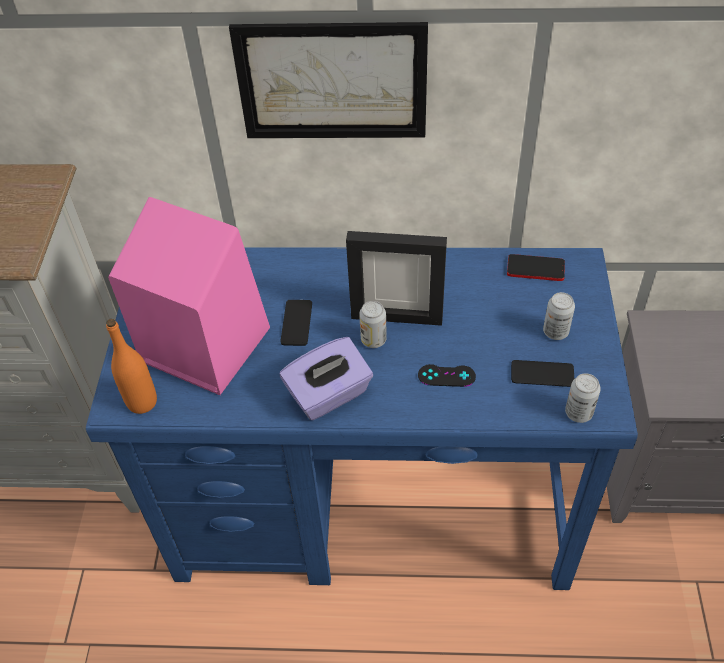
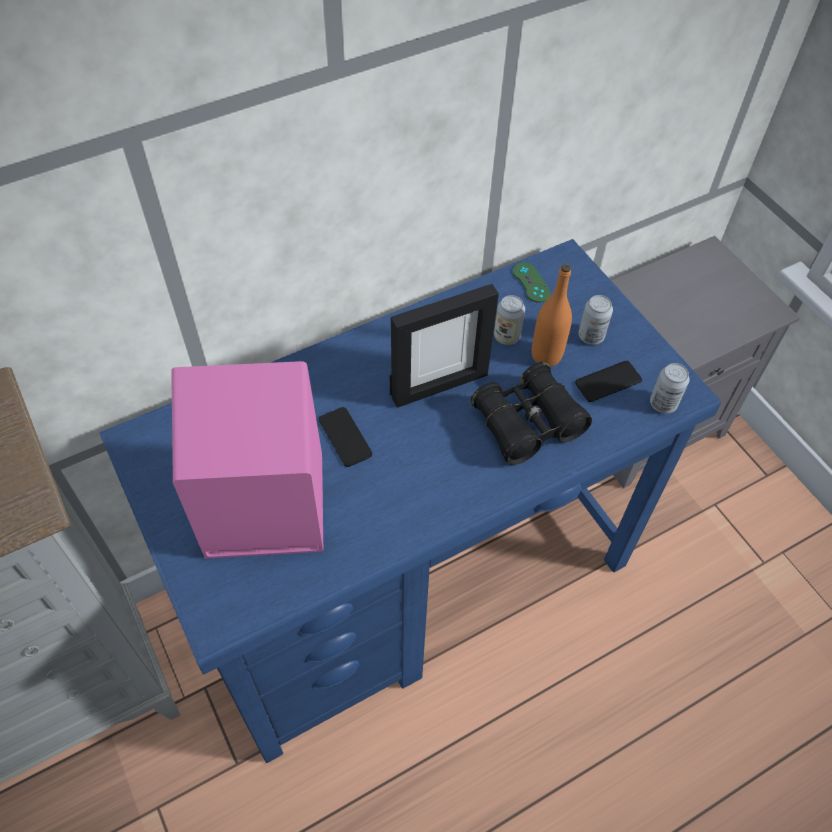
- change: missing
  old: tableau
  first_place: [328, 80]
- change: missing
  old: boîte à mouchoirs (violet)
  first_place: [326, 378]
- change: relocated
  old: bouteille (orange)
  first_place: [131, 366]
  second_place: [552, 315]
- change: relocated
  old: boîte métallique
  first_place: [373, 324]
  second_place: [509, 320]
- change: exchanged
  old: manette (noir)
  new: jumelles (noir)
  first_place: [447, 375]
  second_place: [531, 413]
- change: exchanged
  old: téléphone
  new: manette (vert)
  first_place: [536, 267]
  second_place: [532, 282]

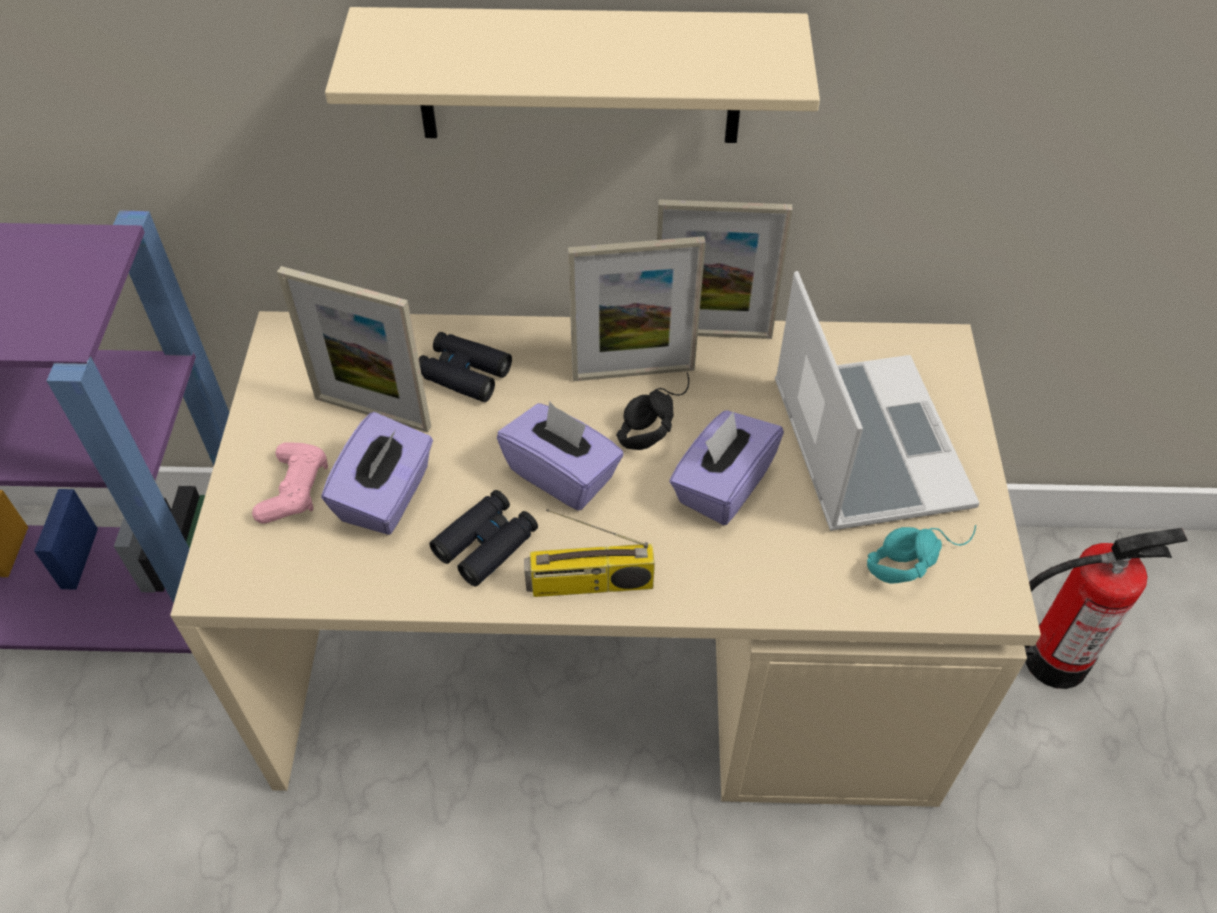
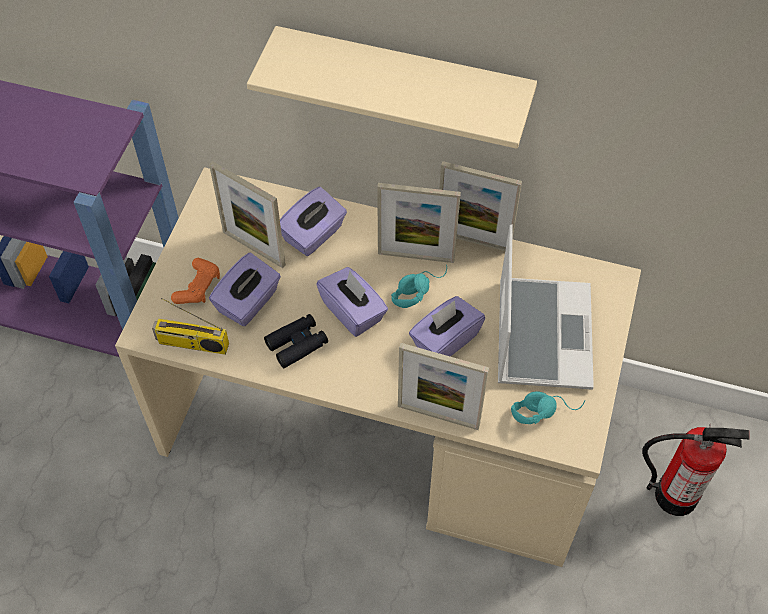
- change: appeared
  new: cadre photo
  second_place: [443, 386]
- change: relocated
  old: radio
  first_place: [589, 553]
  second_place: [190, 326]
- change: exchanged
  old: jumelles (noir)
  new: boîte à mouchoirs (violet)
  first_place: [465, 367]
  second_place: [313, 221]
- change: colour
  old: manette (rose)
  new: manette (orange)
  first_place: [290, 483]
  second_place: [195, 281]
- change: colour
  old: casque audio (noir)
  new: casque audio (turquoise)
  first_place: [652, 411]
  second_place: [419, 286]

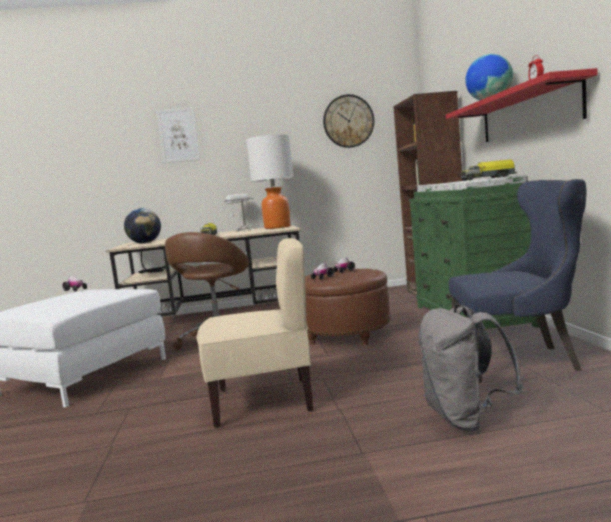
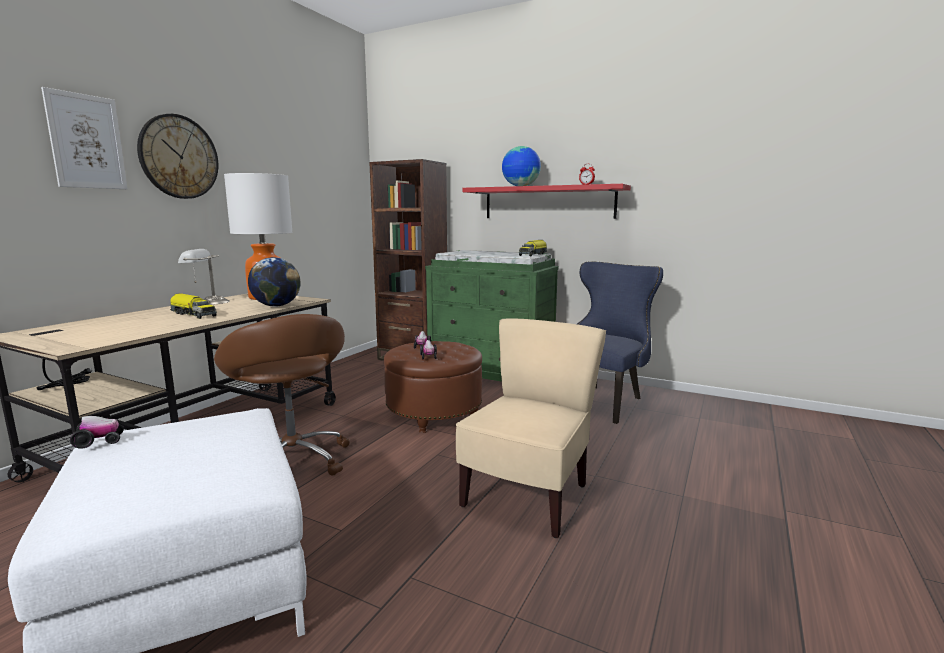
- change: missing
  old: sac à dos (gris)
  first_place: [471, 367]
- change: relocated
  old: globe
  first_place: [142, 226]
  second_place: [274, 282]
- change: relocated
  old: horloge murale
  first_place: [348, 121]
  second_place: [177, 156]

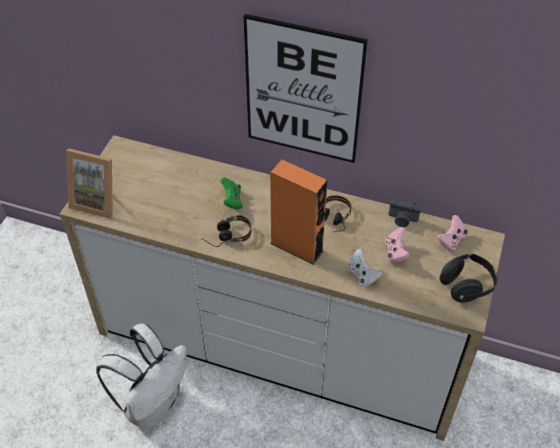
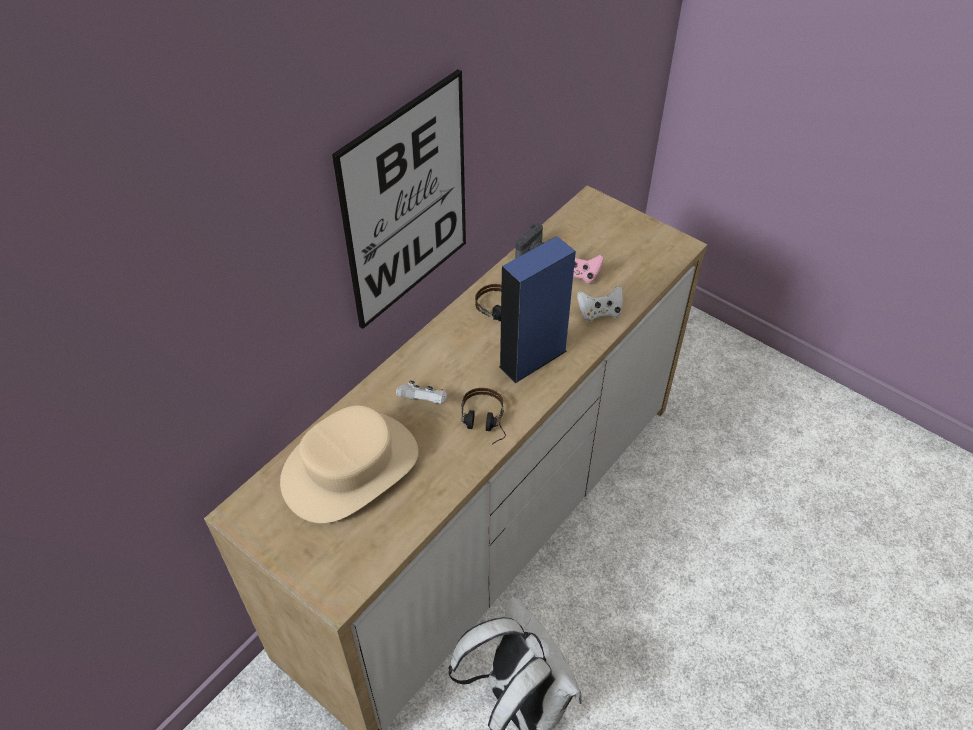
- change: missing
  old: cadre photo
  first_place: [89, 183]
- change: missing
  old: manette (rose)
  first_place: [452, 233]
- change: missing
  old: casque audio (noir)
  first_place: [468, 278]
- change: appeared
  new: chapeau (beige)
  second_place: [349, 464]
- change: colour
  old: manette (vert)
  new: manette (blanc)
  first_place: [232, 193]
  second_place: [421, 392]
- change: colour
  old: enceinte (orange)
  new: enceinte (bleu)
  first_place: [298, 212]
  second_place: [537, 309]

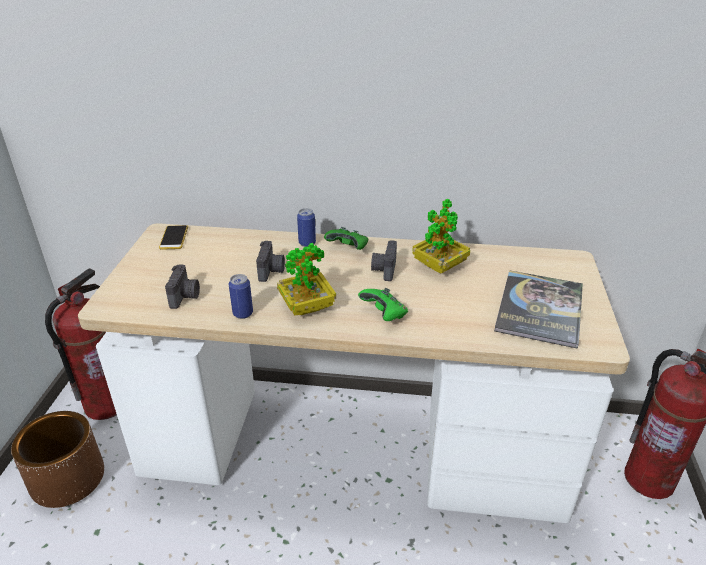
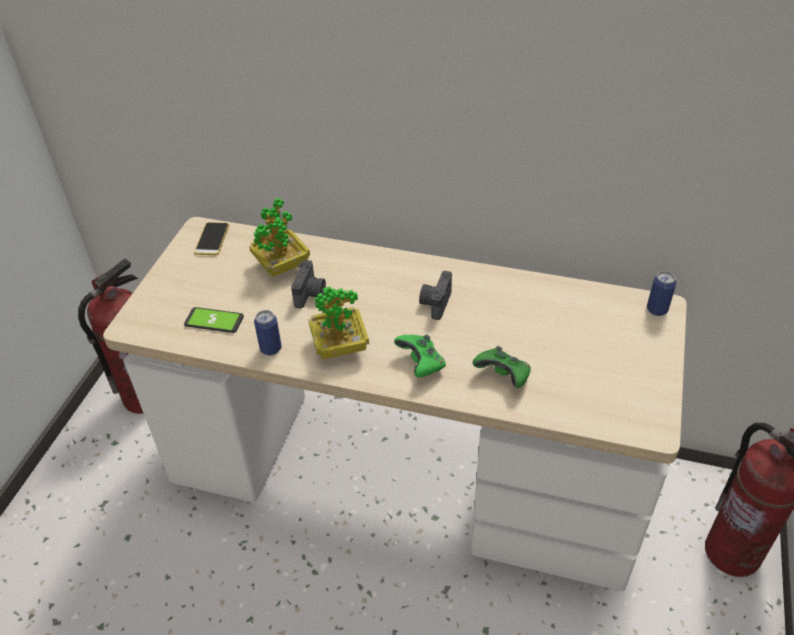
- change: missing
  old: cache-pot (marron)
  first_place: [57, 459]
- change: missing
  old: livre
  first_place: [538, 309]
- change: relocated
  old: boîte métallique
  first_place: [306, 227]
  second_place: [661, 293]
- change: relocated
  old: manette (vert)
  first_place: [346, 238]
  second_place: [502, 367]
- change: relocated
  old: plante en pot
  first_place: [441, 236]
  second_place: [279, 237]
- change: exchanged
  old: appareil photo
  new: téléphone
  first_place: [182, 287]
  second_place: [214, 320]

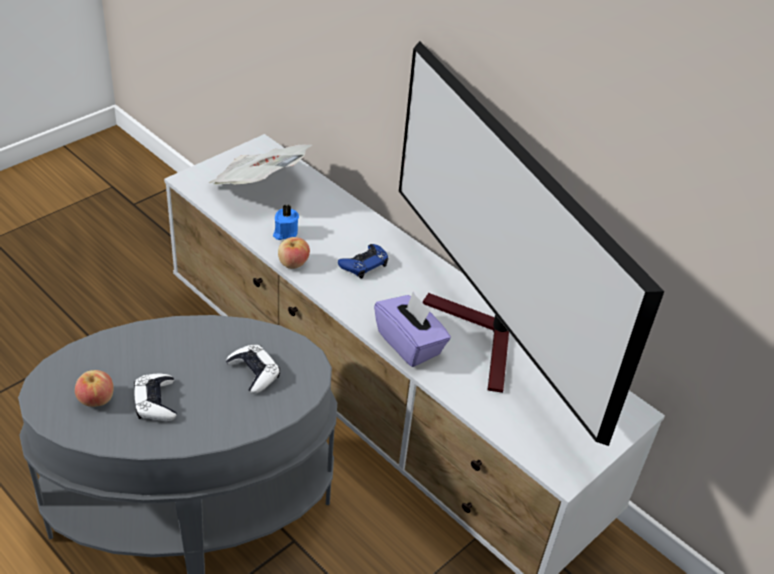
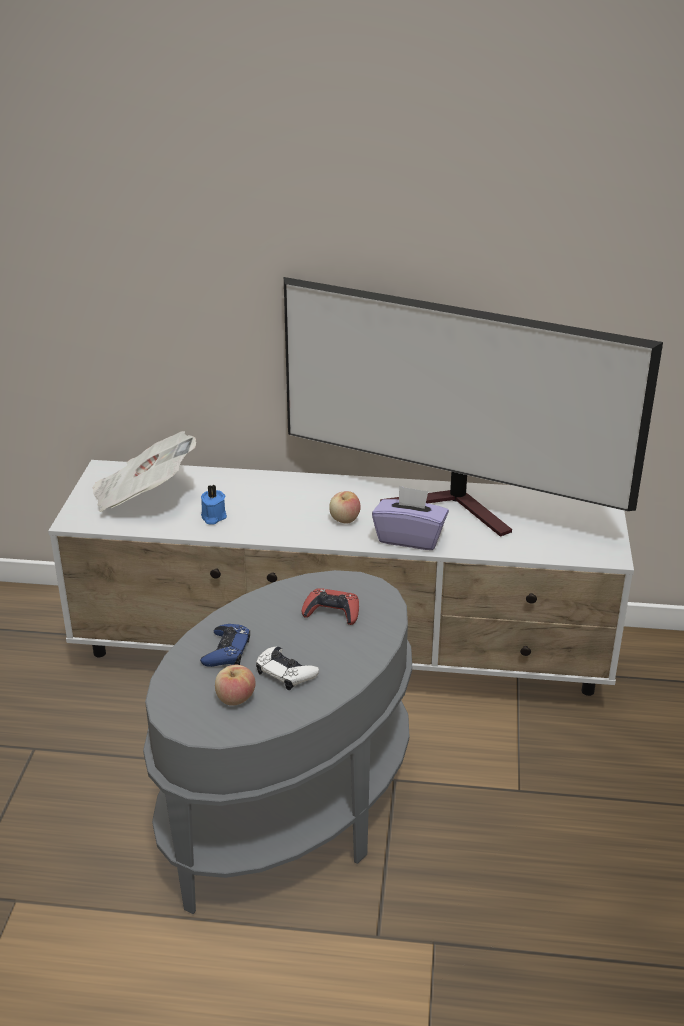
- change: relocated
  old: pomme
  first_place: [294, 253]
  second_place: [345, 507]
- change: relocated
  old: manette (bleu)
  first_place: [363, 261]
  second_place: [225, 645]
- change: colour
  old: manette (blanc)
  new: manette (rouge)
  first_place: [253, 369]
  second_place: [330, 606]

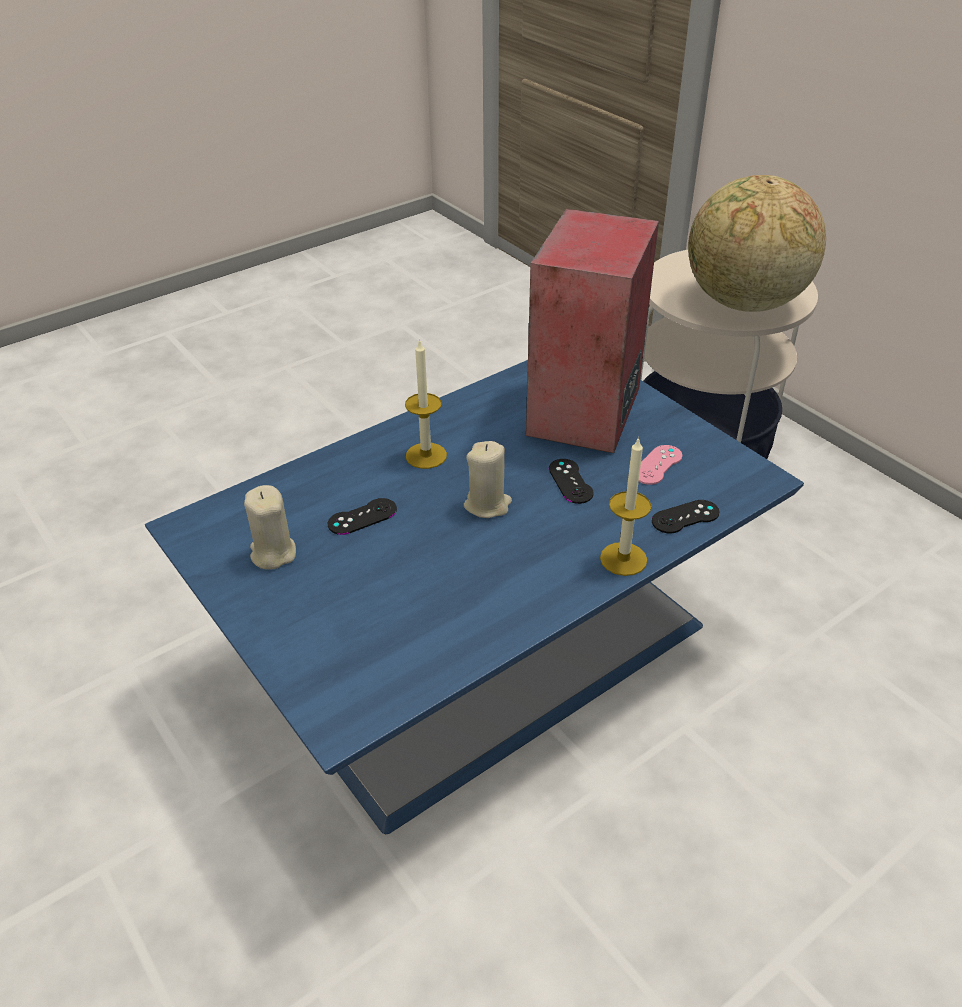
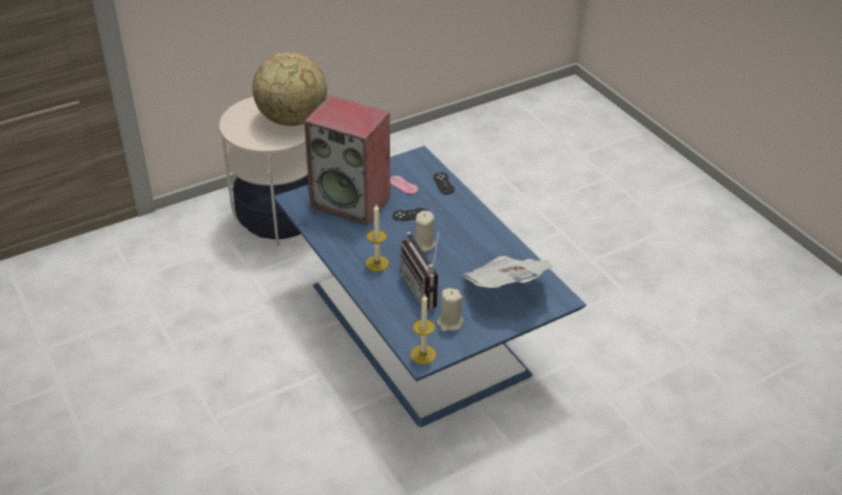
- change: appeared
  new: journal
  second_place: [508, 272]
- change: relocated
  old: bougie
  first_place: [626, 506]
  second_place: [423, 329]
- change: exchanged
  old: manette (noir)
  new: radio
  first_place: [362, 516]
  second_place: [420, 268]

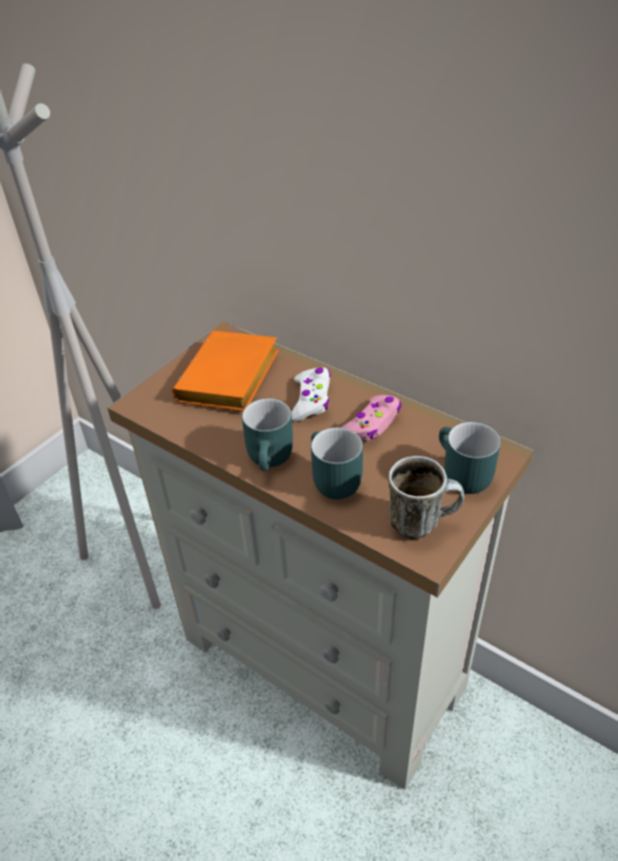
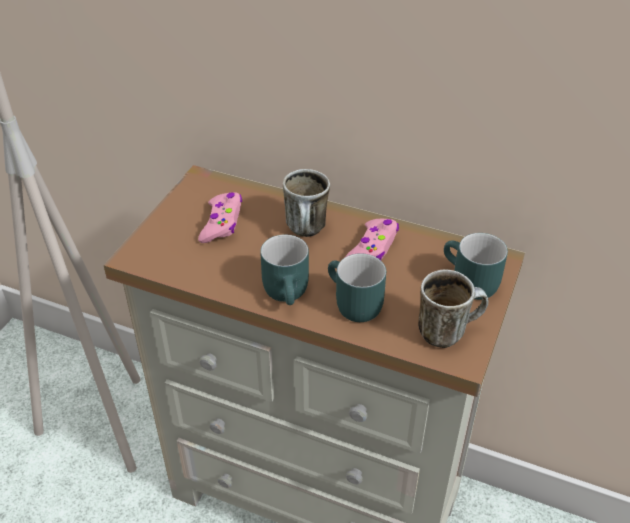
- change: exchanged
  old: livre (orange)
  new: manette (rose)
  first_place: [225, 371]
  second_place: [220, 217]
- change: exchanged
  old: manette (blanc)
  new: mug
  first_place: [311, 394]
  second_place: [306, 203]

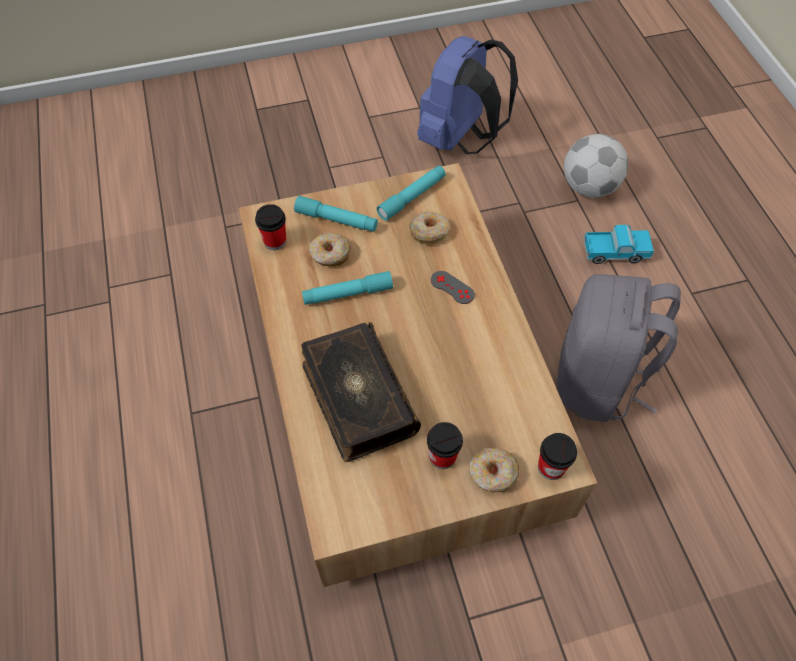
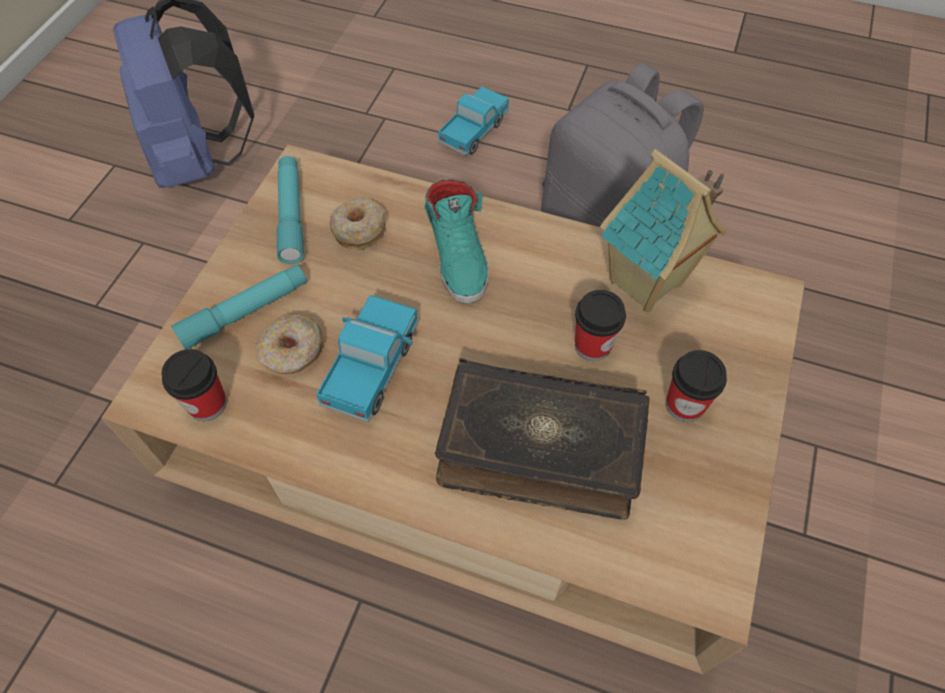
- change: missing
  old: beignet
  first_place: [494, 470]
- change: missing
  old: ballon de foot
  first_place: [596, 166]
- change: appeared
  new: maison miniature
  second_place: [663, 230]
- change: relocated
  old: tasse
  first_place: [557, 456]
  second_place: [600, 325]
- change: exchanged
  old: lampe de poche (turquoise)
  new: camion jouet
  first_place: [347, 288]
  second_place: [367, 359]
- change: exchanged
  old: manette (gris)
  new: chaussure (turquoise)
  first_place: [453, 287]
  second_place: [456, 241]

